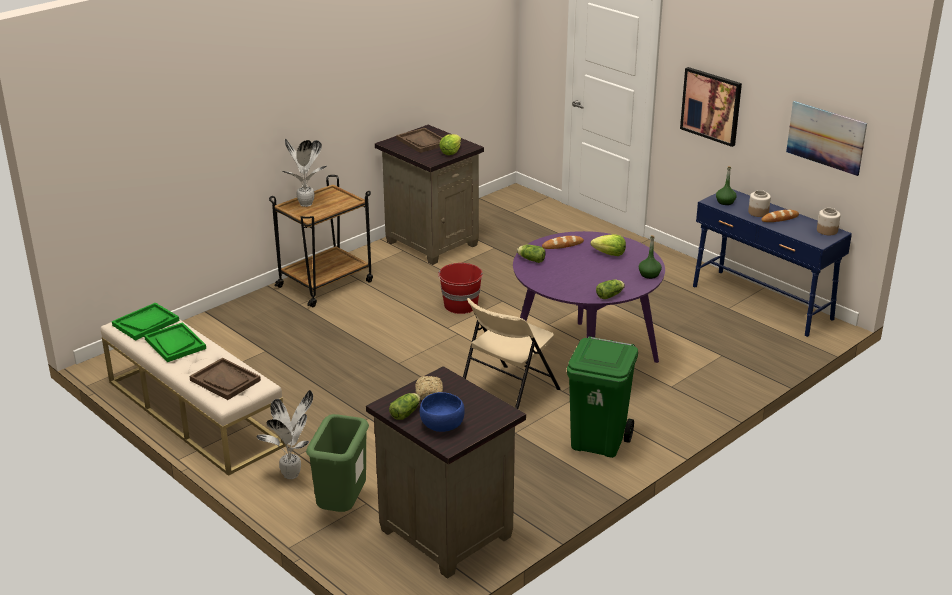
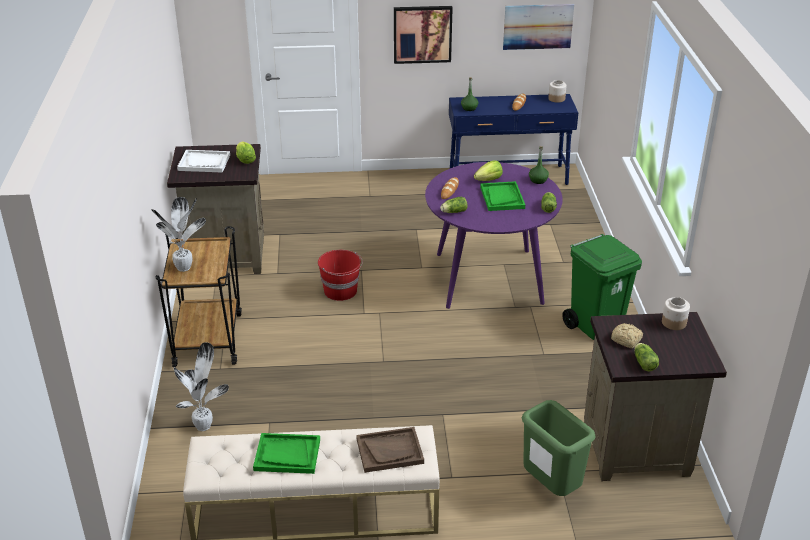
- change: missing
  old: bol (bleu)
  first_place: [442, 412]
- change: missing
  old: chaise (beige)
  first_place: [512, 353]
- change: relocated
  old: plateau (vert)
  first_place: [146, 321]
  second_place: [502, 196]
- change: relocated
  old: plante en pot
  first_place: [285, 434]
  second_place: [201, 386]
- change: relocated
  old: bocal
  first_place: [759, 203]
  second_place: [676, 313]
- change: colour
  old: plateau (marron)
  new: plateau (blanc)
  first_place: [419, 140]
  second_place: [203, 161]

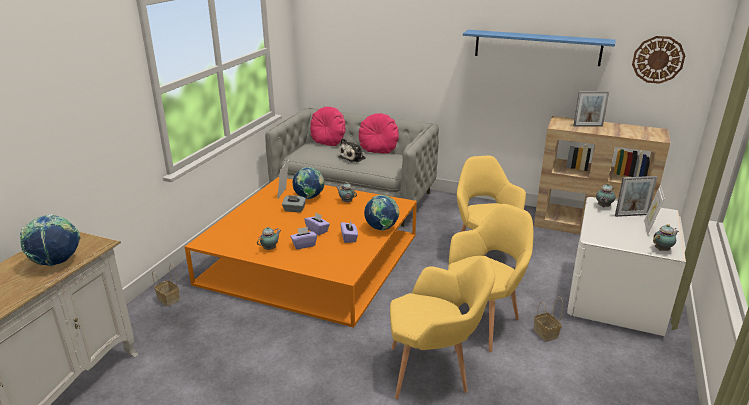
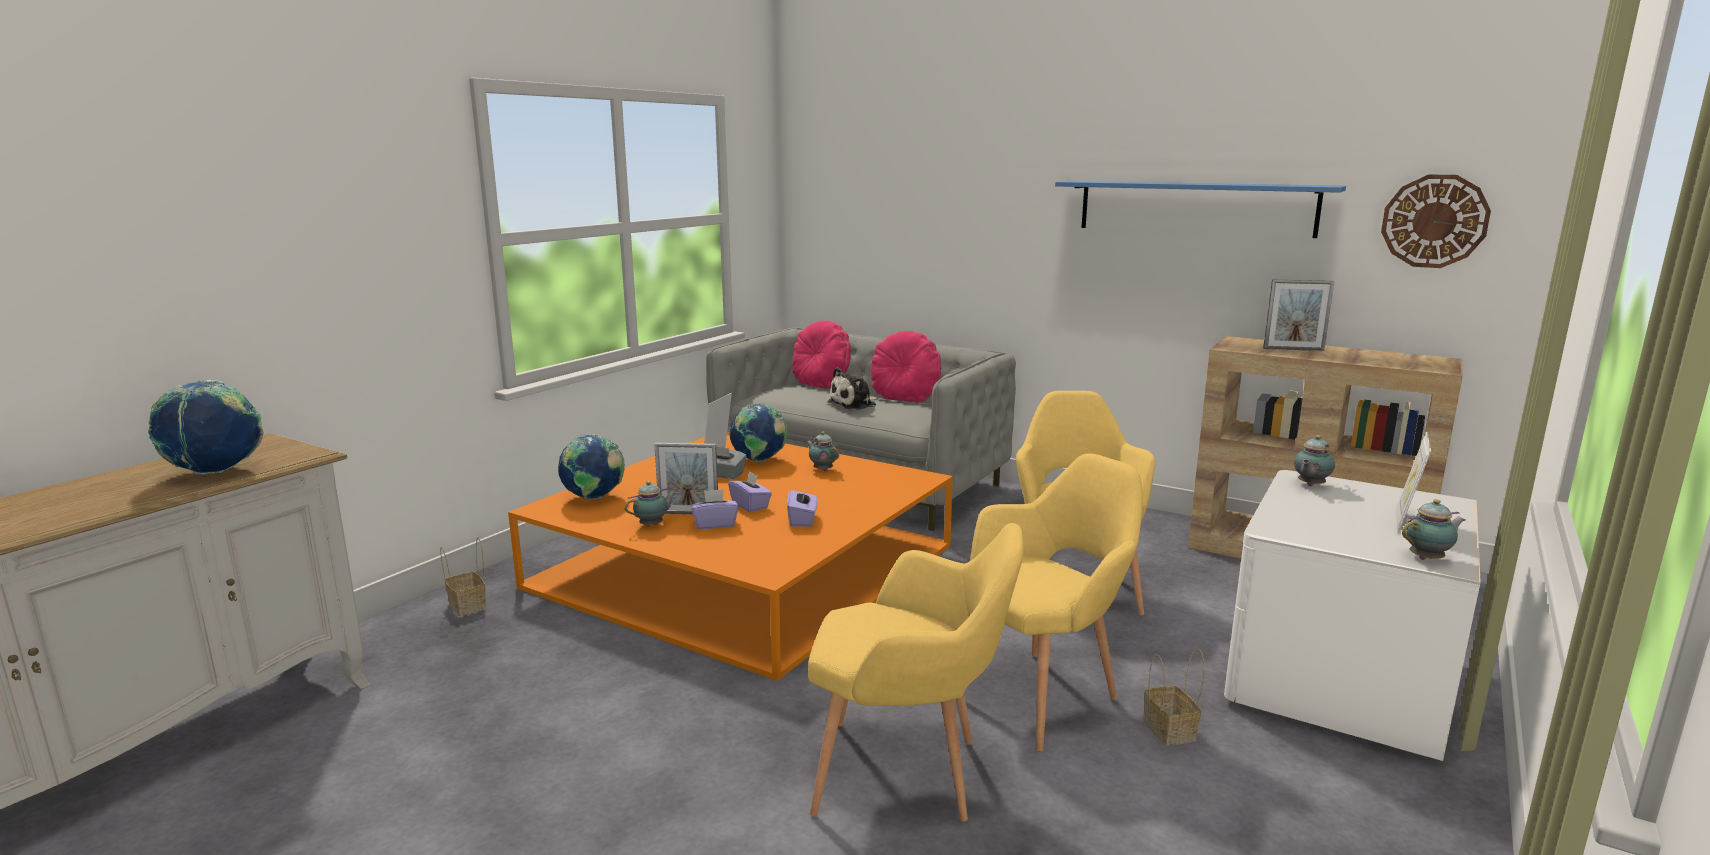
- change: relocated
  old: globe
  first_place: [381, 213]
  second_place: [591, 467]
- change: relocated
  old: cadre photo
  first_place: [636, 196]
  second_place: [686, 478]

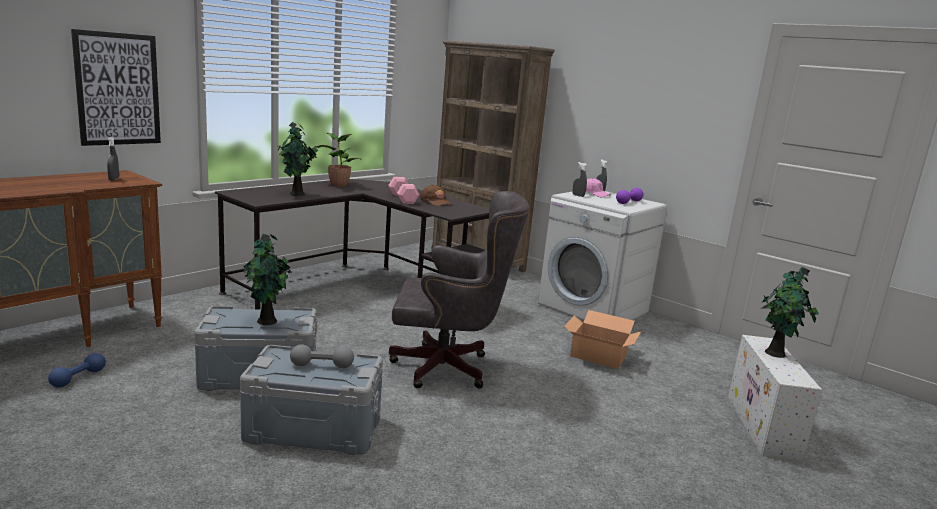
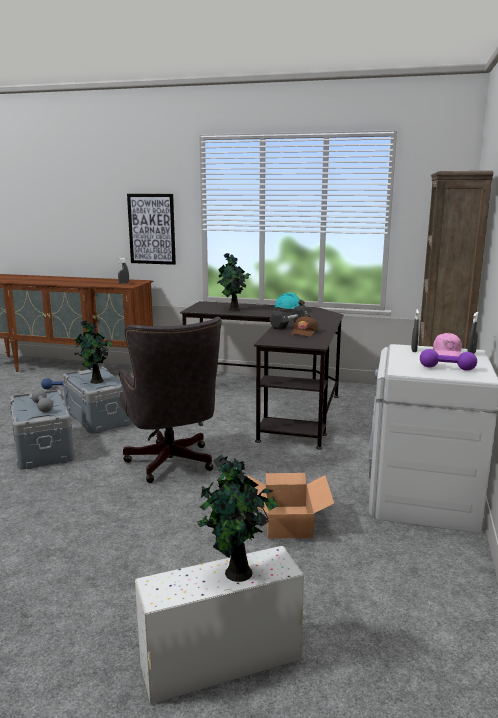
- change: exchanged
  old: plante en pot
  new: casque de chantier (turquoise)
  first_place: [338, 160]
  second_place: [290, 301]
- change: colour
  old: haltère (rose)
  new: haltère (noir)
  first_place: [403, 190]
  second_place: [289, 318]

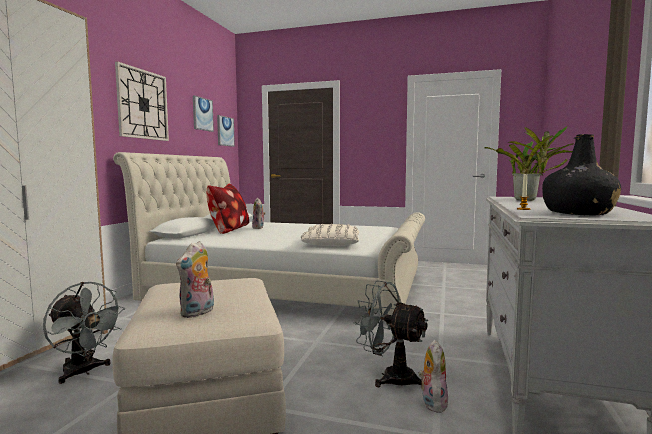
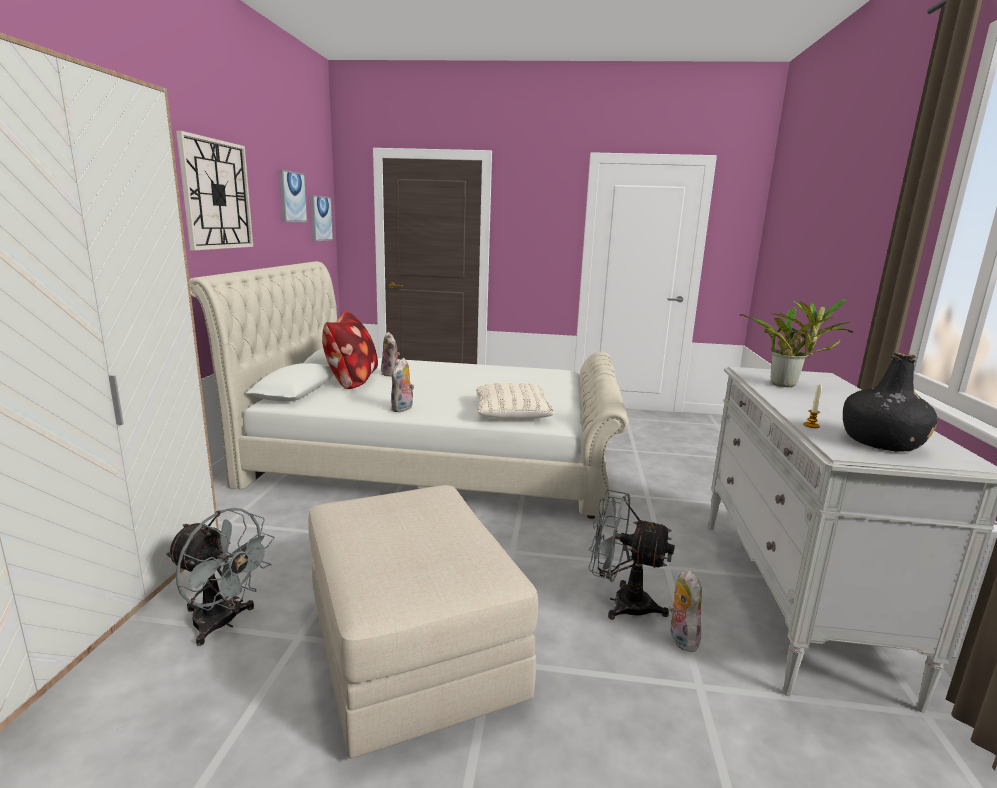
- change: relocated
  old: peluche
  first_place: [195, 279]
  second_place: [402, 385]

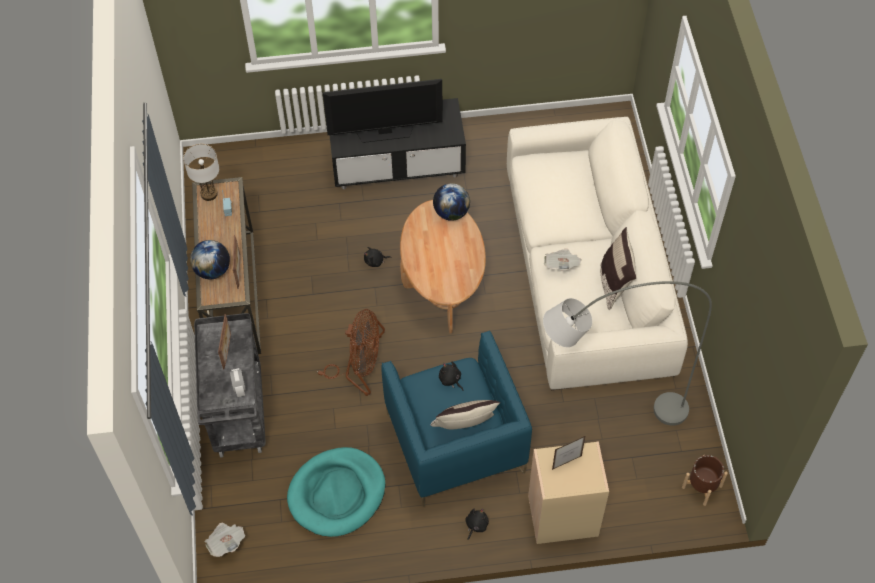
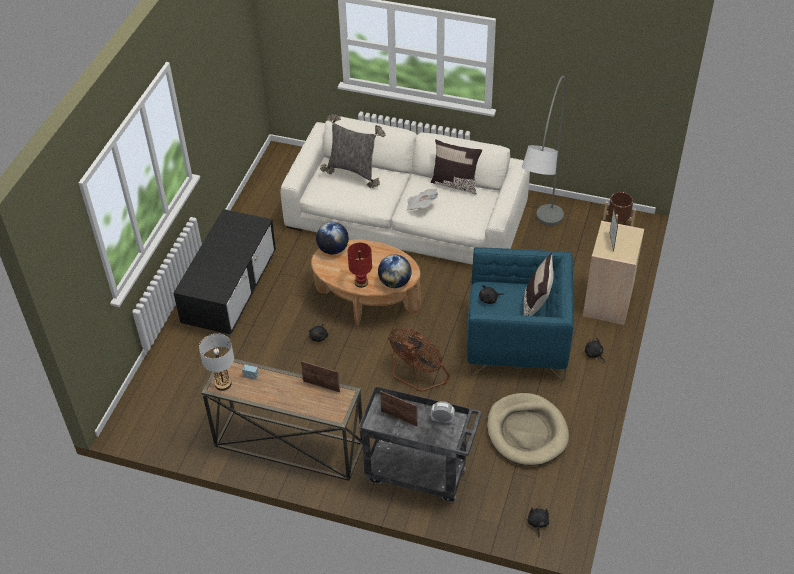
- change: missing
  old: téléviseur
  first_place: [383, 111]
- change: appeared
  new: coussin
  second_place: [353, 151]
- change: appeared
  new: lampe de table (rouge)
  second_place: [359, 265]
- change: relocated
  old: globe
  first_place: [210, 259]
  second_place: [395, 271]
- change: exchanged
  old: journal
  new: peluche (noir)
  first_place: [224, 539]
  second_place: [538, 521]
- change: colour
  old: panier pour chien (turquoise)
  new: panier pour chien (beige)
  first_place: [336, 492]
  second_place: [528, 429]

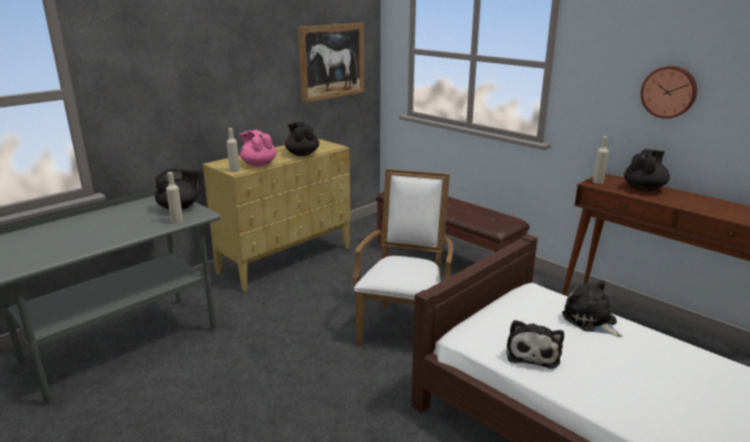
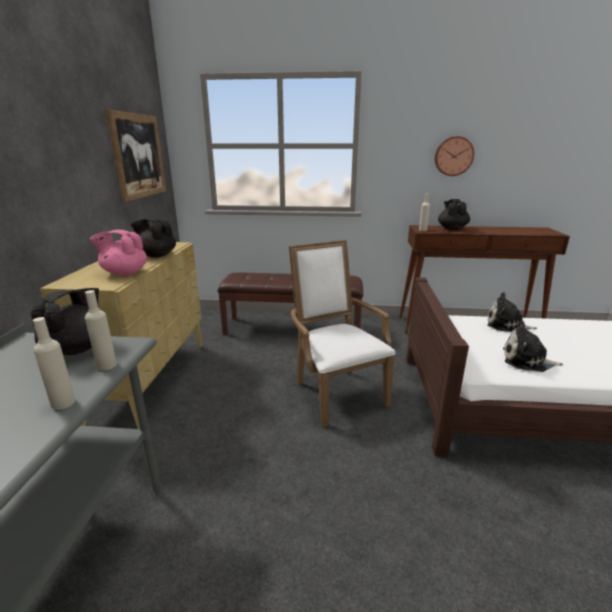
- change: relocated
  old: bouteille (beige)
  first_place: [233, 150]
  second_place: [54, 363]
- change: spun
  old: peluche
  first_place: [535, 344]
  second_place: [533, 346]
  degrees: 135

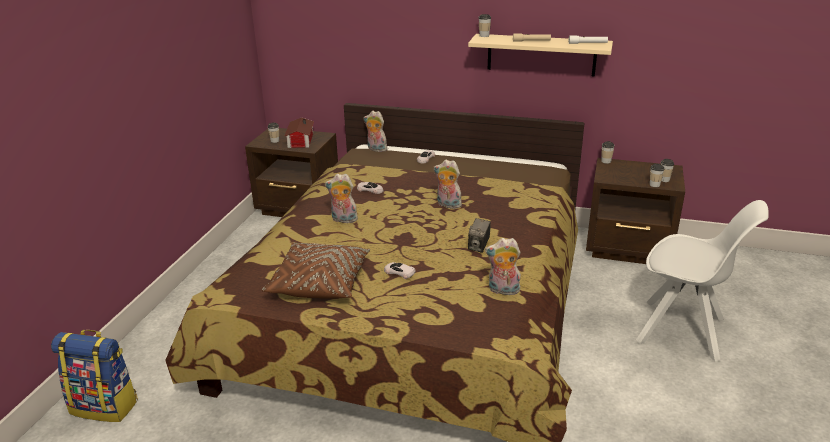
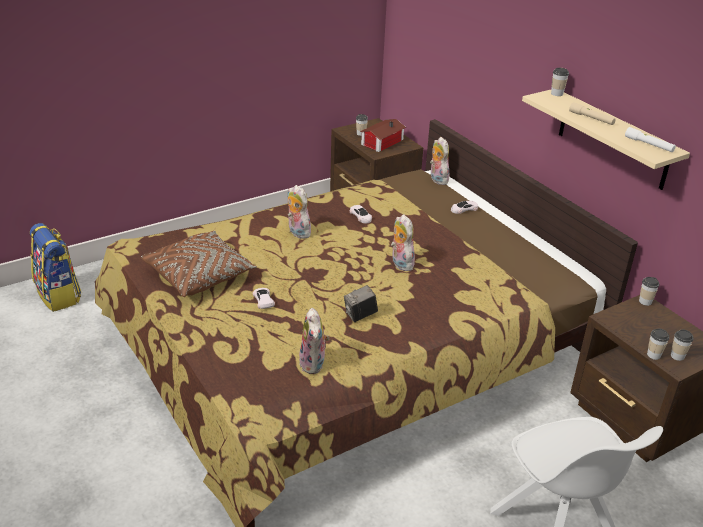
- change: spun
  old: peluche
  first_place: [503, 266]
  second_place: [314, 341]
  degrees: -150

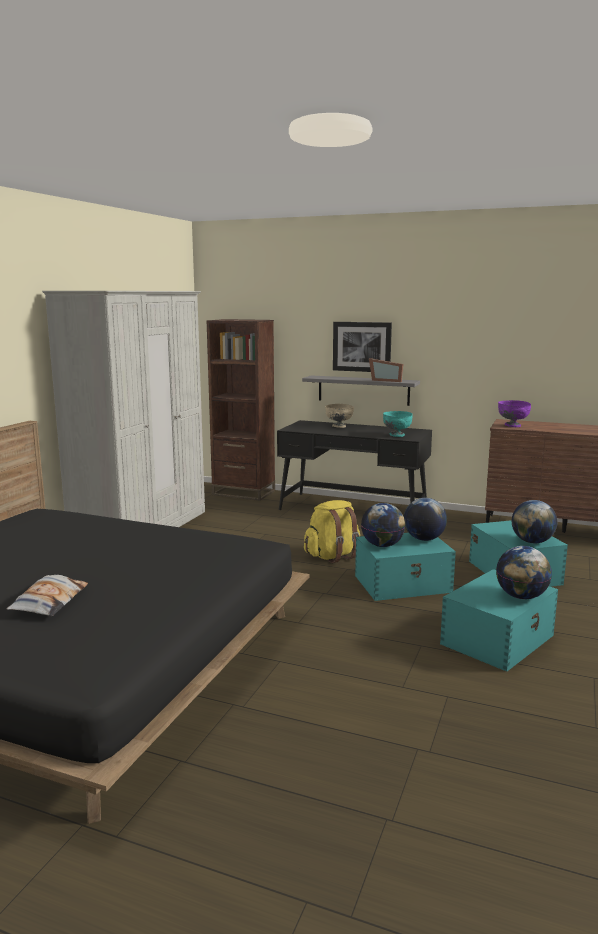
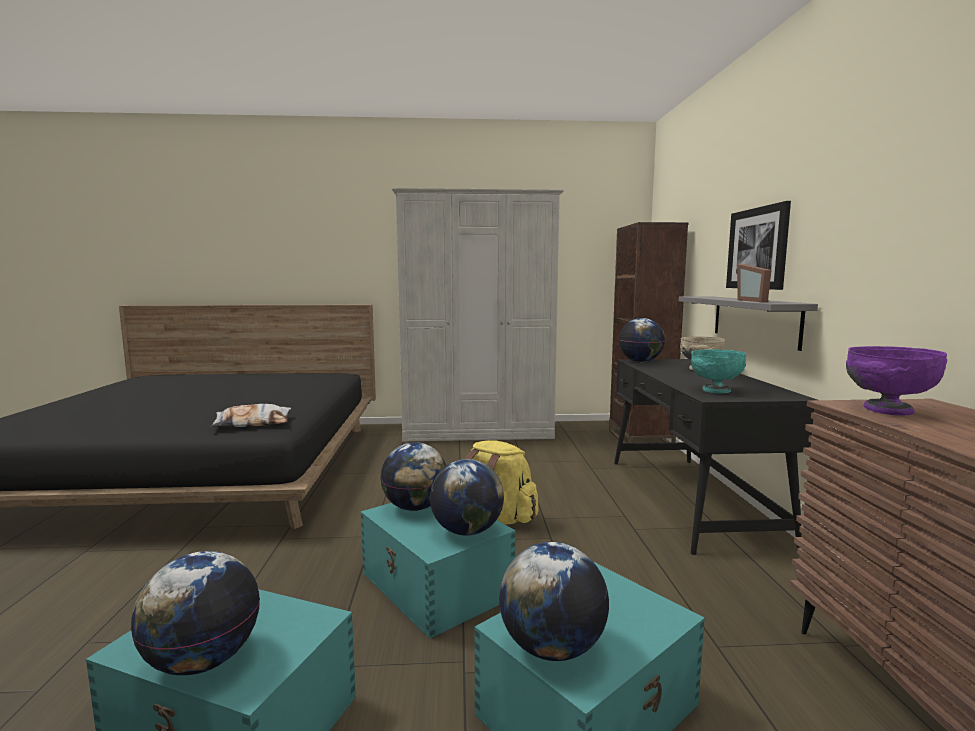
- change: appeared
  new: globe
  second_place: [642, 340]
- change: relocated
  old: coussin
  first_place: [47, 595]
  second_place: [251, 415]

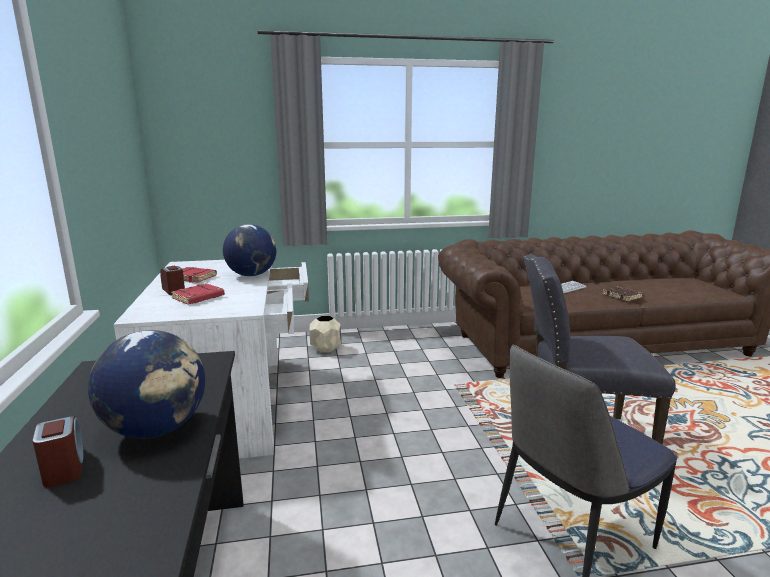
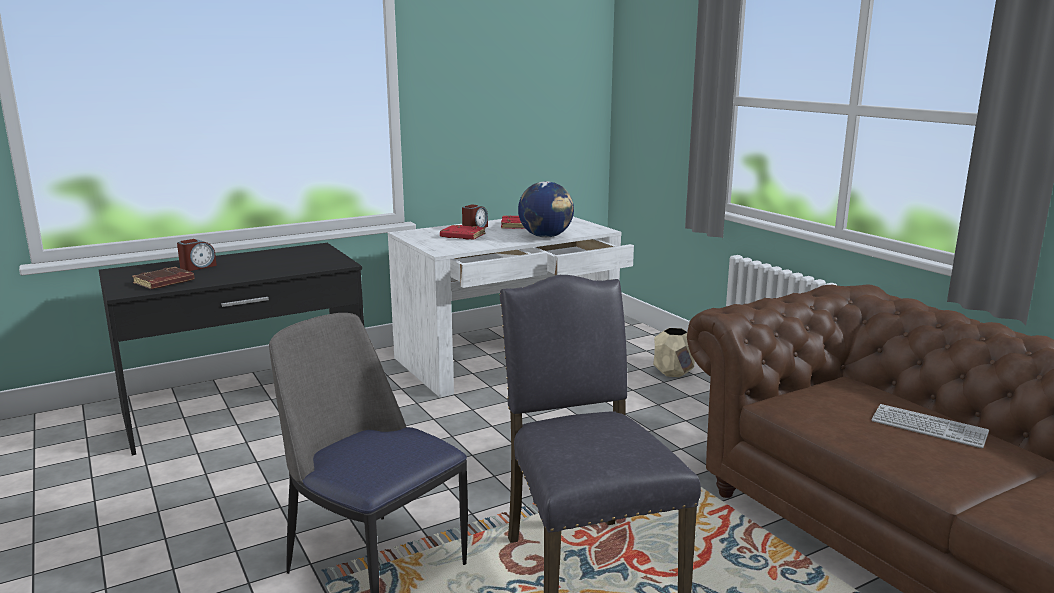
- change: missing
  old: globe
  first_place: [146, 384]
- change: relocated
  old: livre (marron)
  first_place: [622, 293]
  second_place: [163, 278]

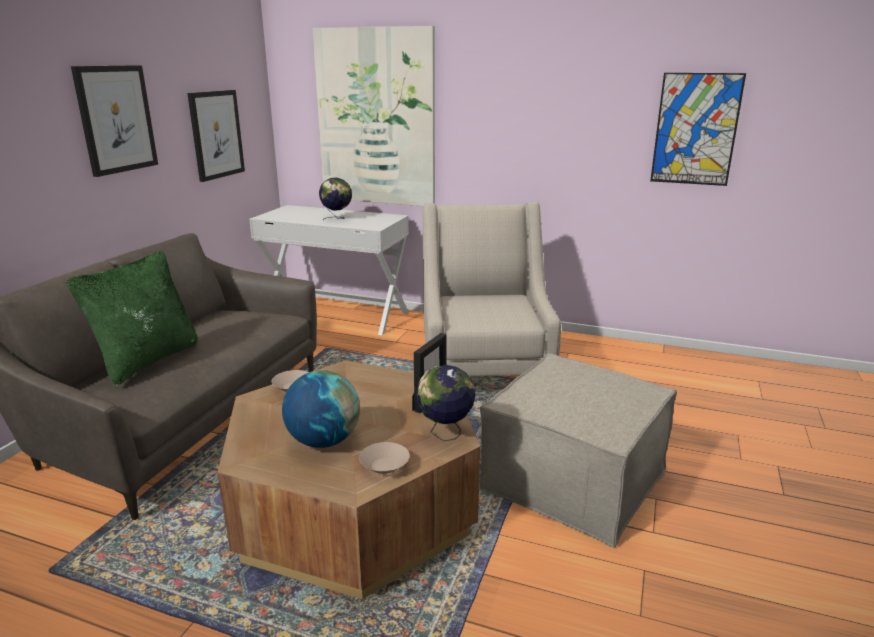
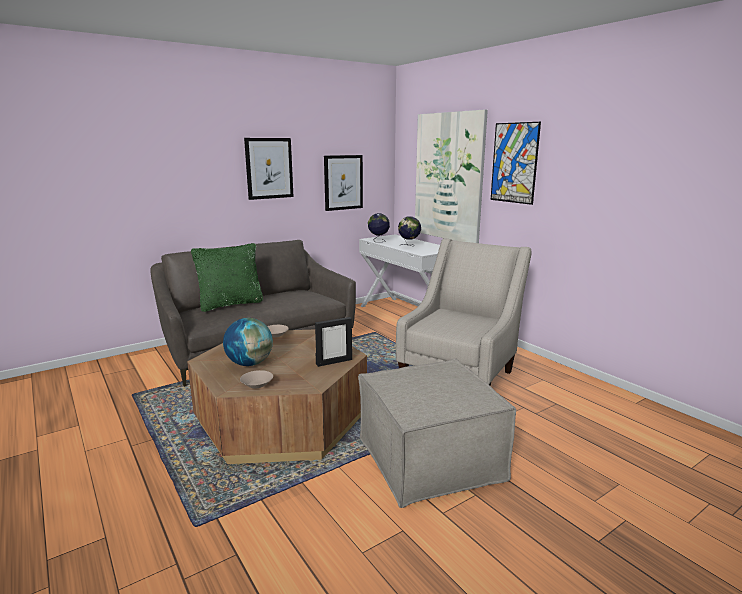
- change: relocated
  old: globe
  first_place: [445, 403]
  second_place: [379, 227]
- change: relocated
  old: tableau
  first_place: [698, 129]
  second_place: [516, 163]

